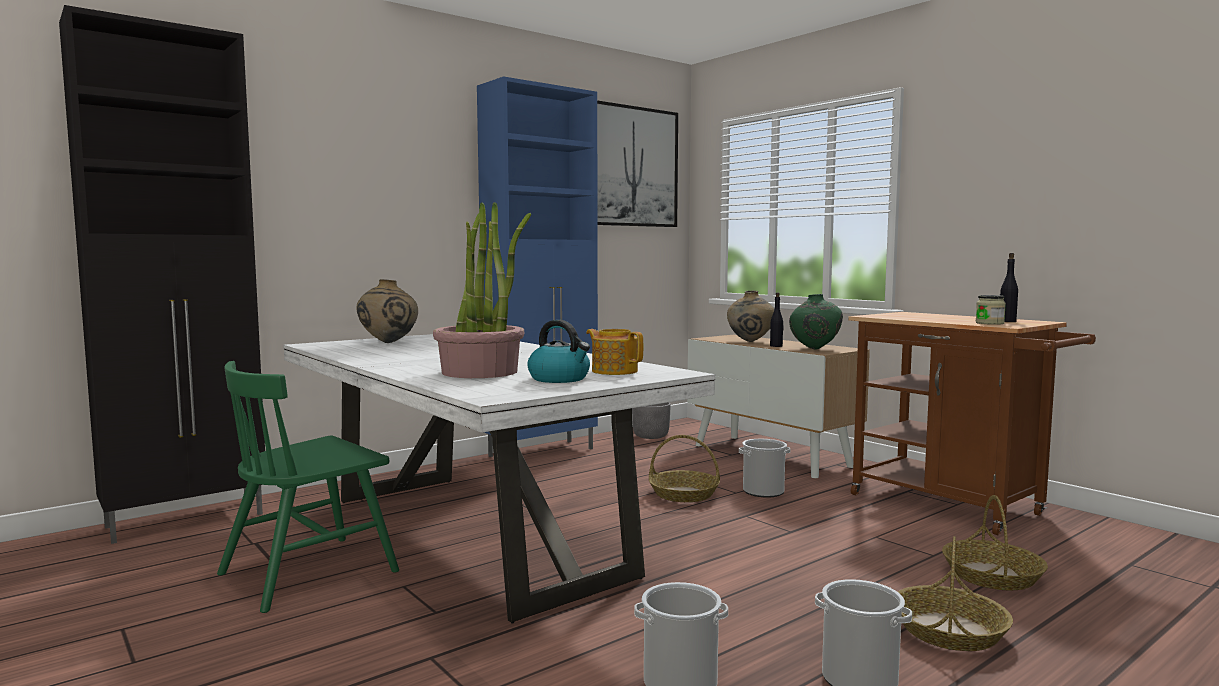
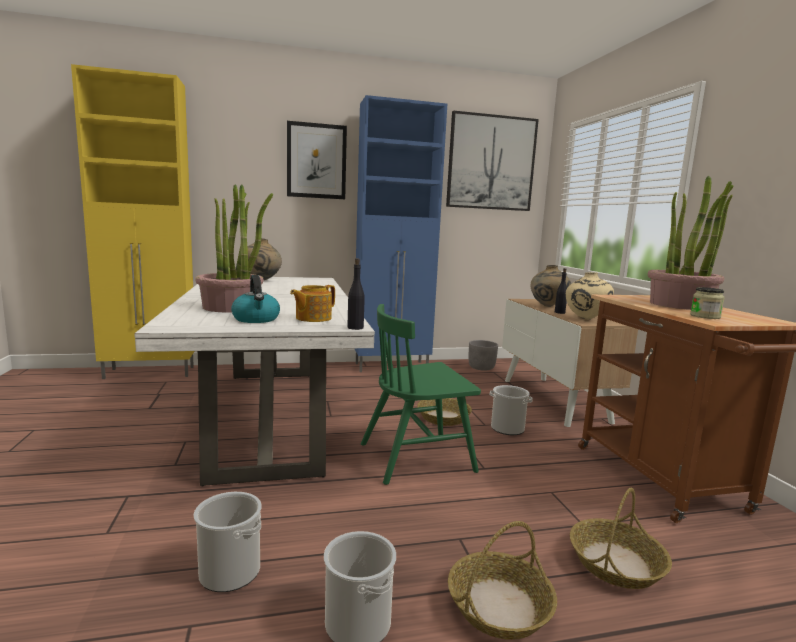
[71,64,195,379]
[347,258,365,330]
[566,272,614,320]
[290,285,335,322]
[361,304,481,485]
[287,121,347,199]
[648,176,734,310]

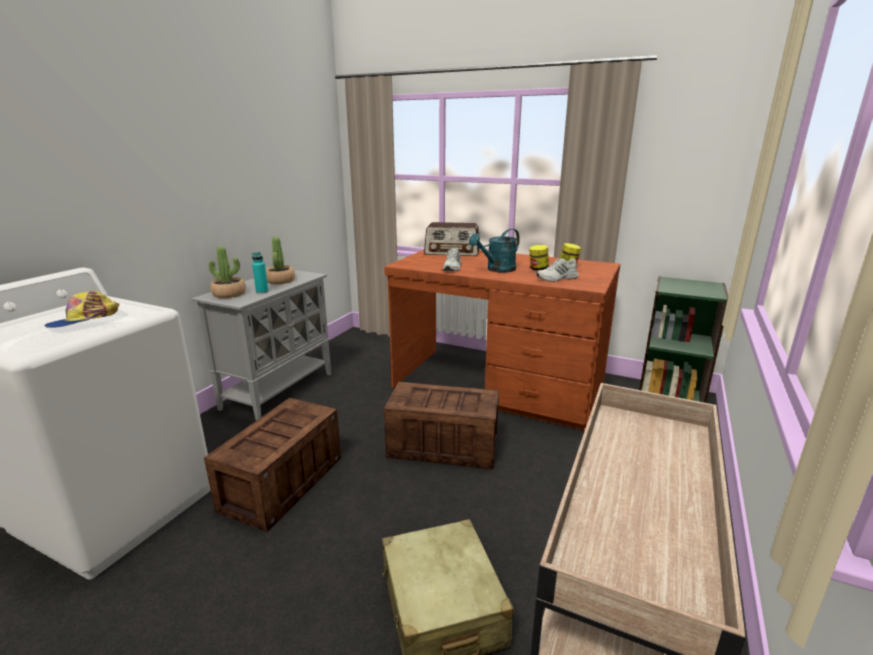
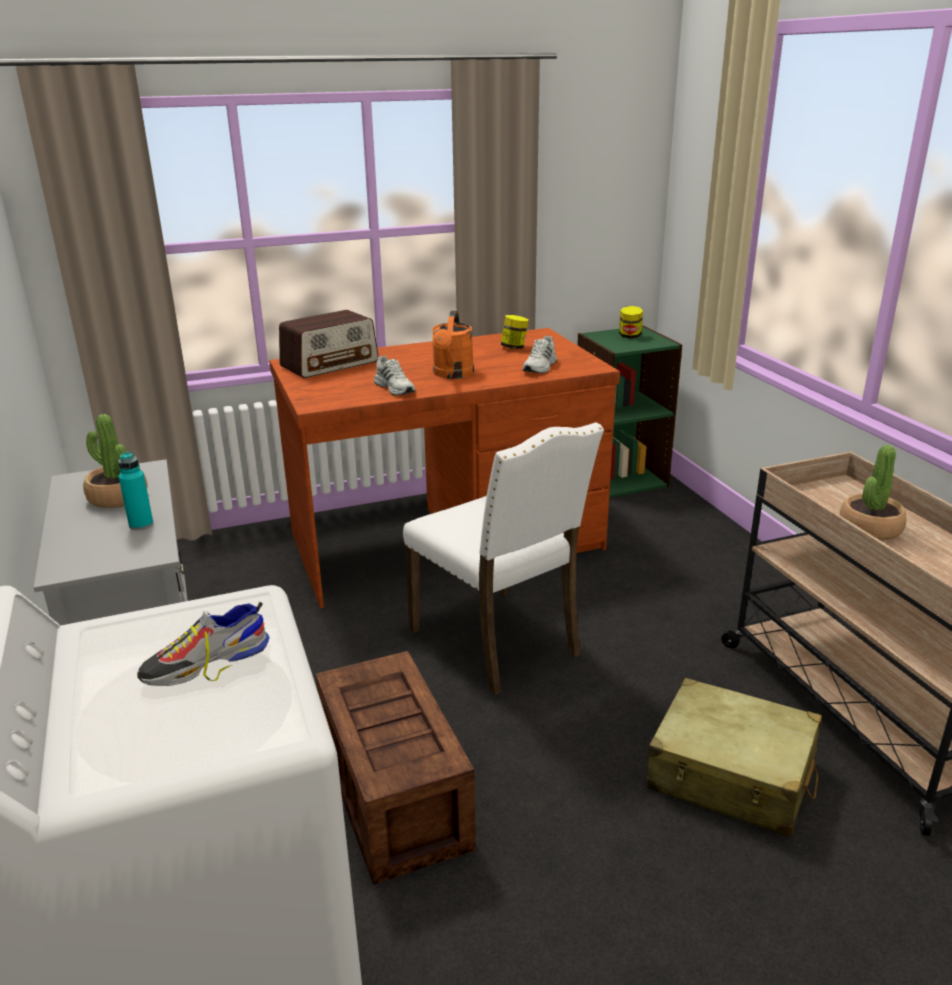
[432,311,474,379]
[619,306,643,338]
[840,445,907,541]
[137,602,270,686]
[403,422,604,695]

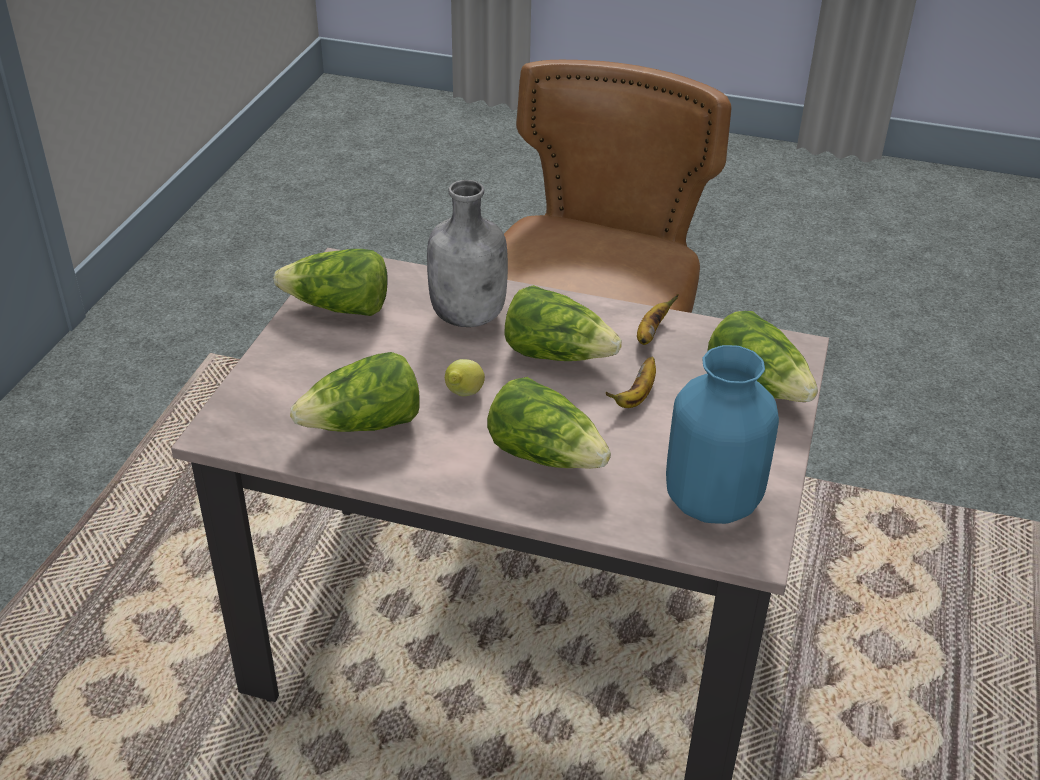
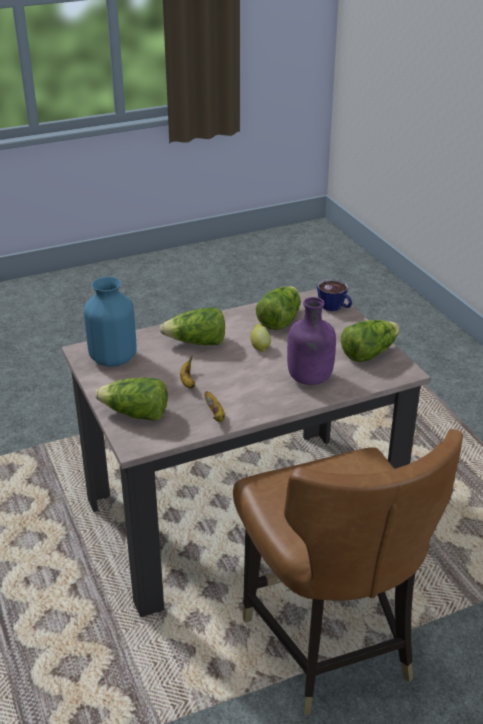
[287,297,336,385]
[505,285,622,361] (first image)
[317,278,352,311]

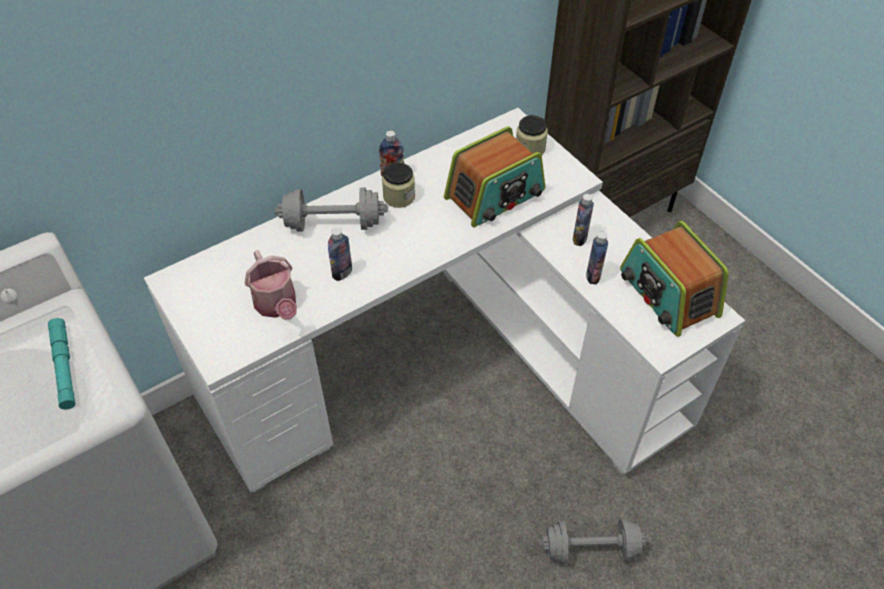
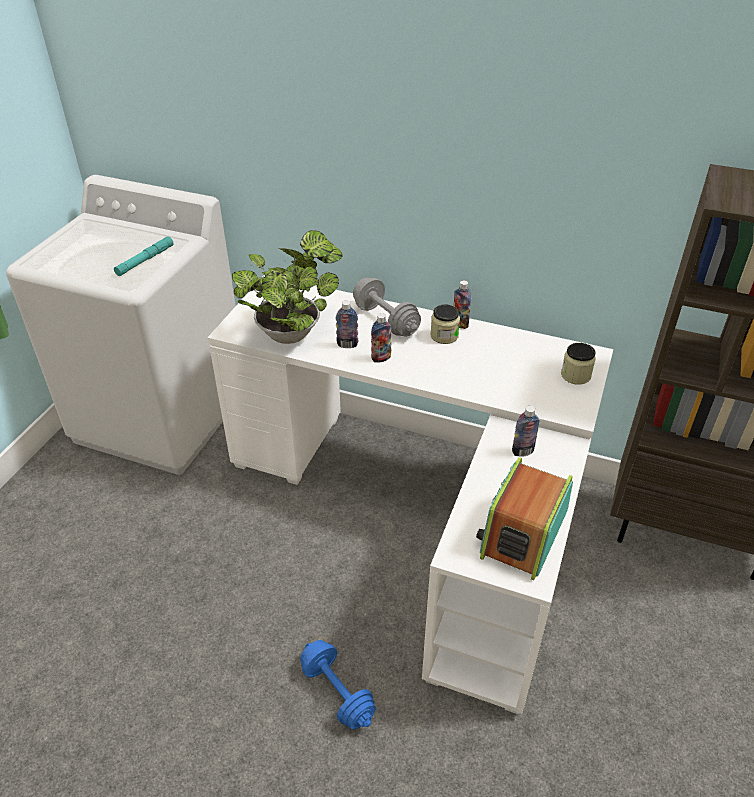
[444,126,545,227] (first image)
[371,313,392,363]
[232,230,343,344]
[300,640,376,730]

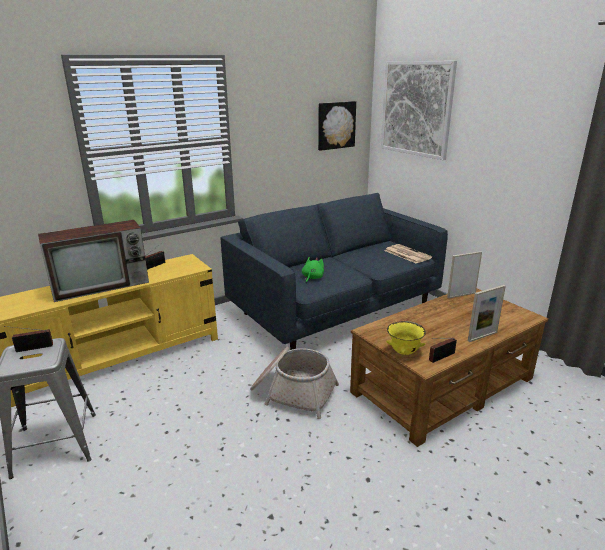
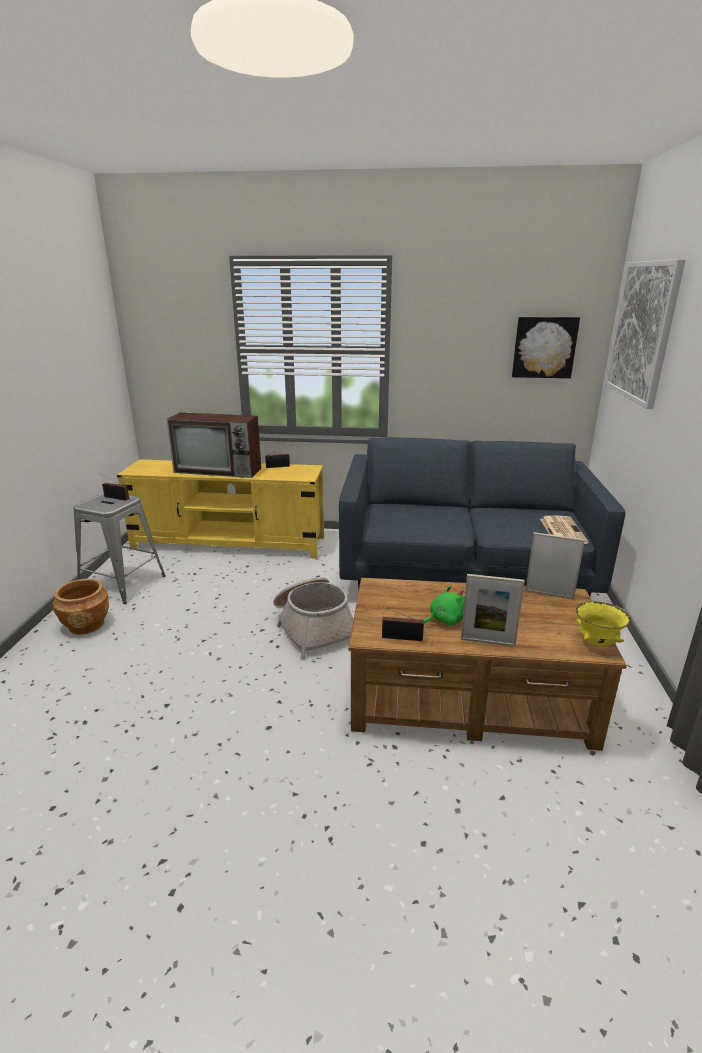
[424,585,465,626]
[576,601,631,647]
[53,579,109,635]

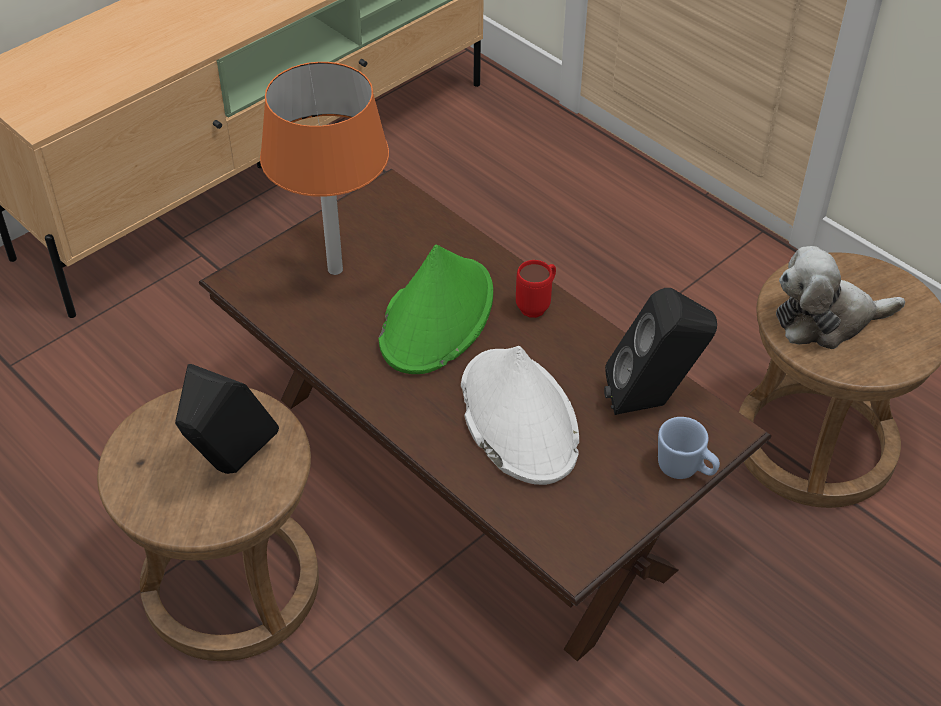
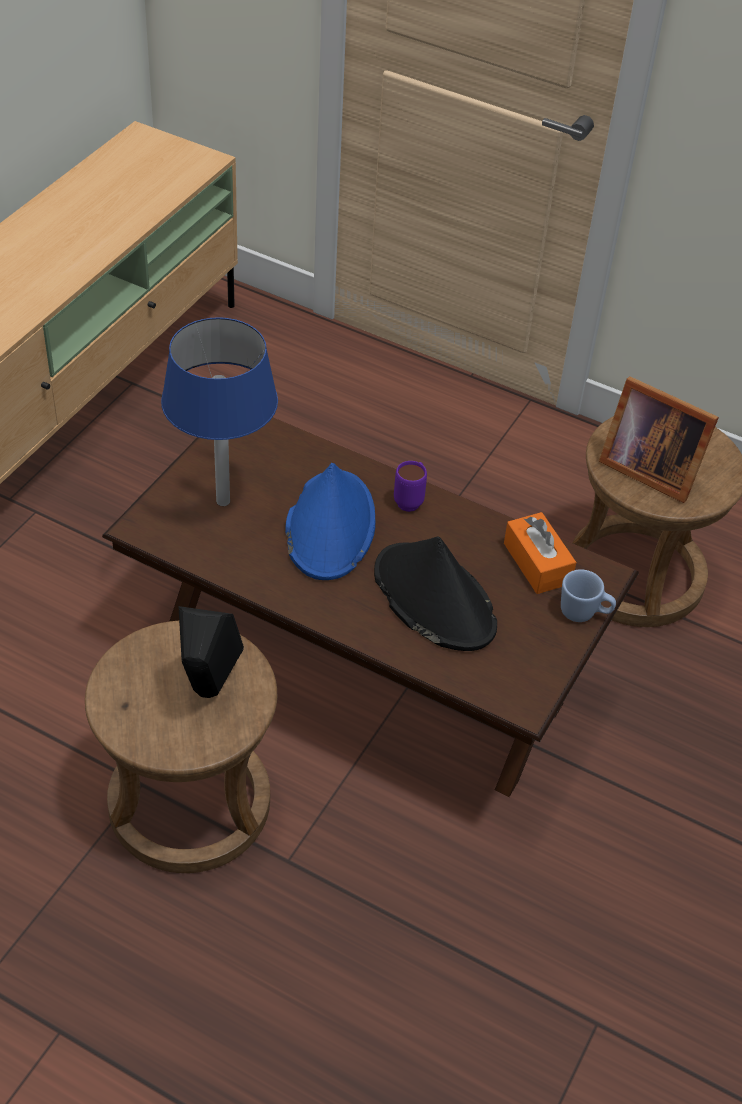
[161,317,278,506]
[285,463,375,580]
[599,376,719,503]
[394,461,427,512]
[504,512,576,594]
[374,536,497,651]

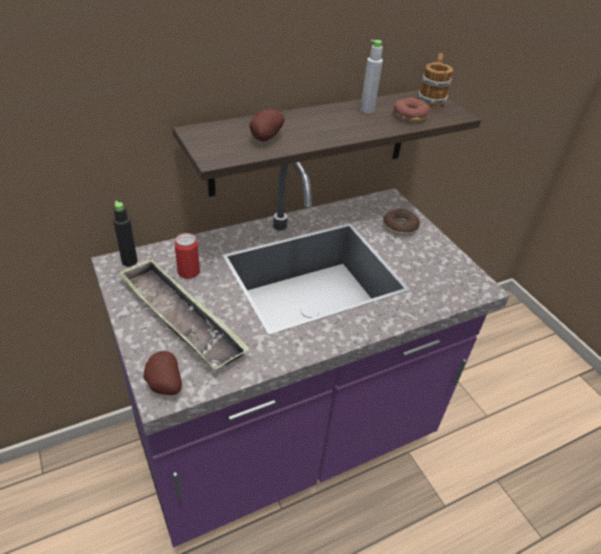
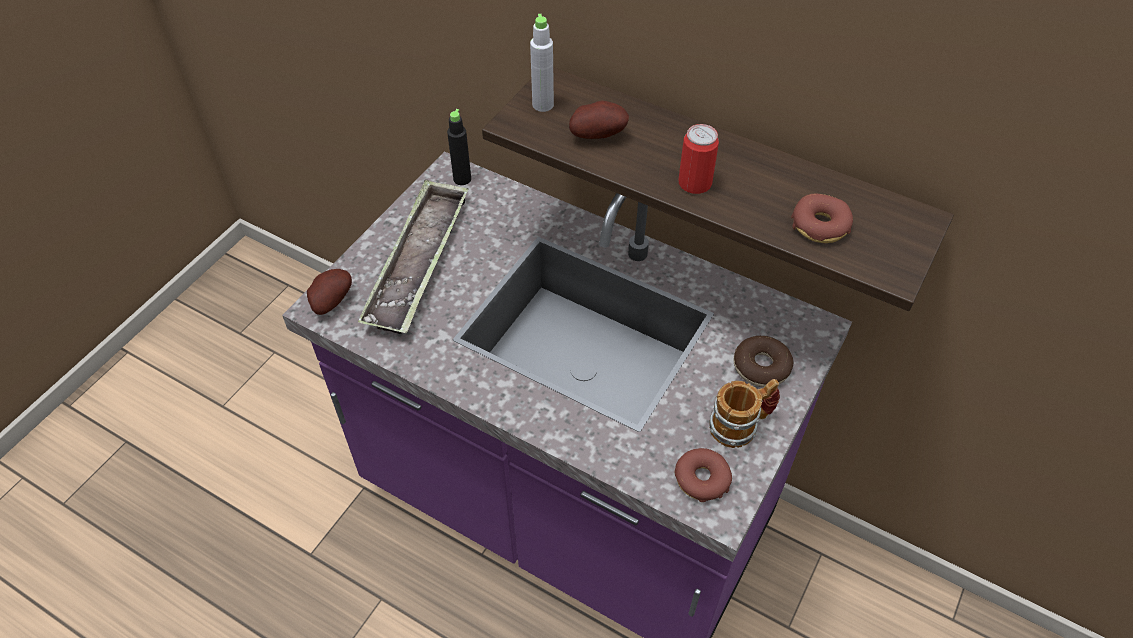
[530,14,554,112]
[710,379,780,448]
[678,124,719,194]
[675,448,732,502]

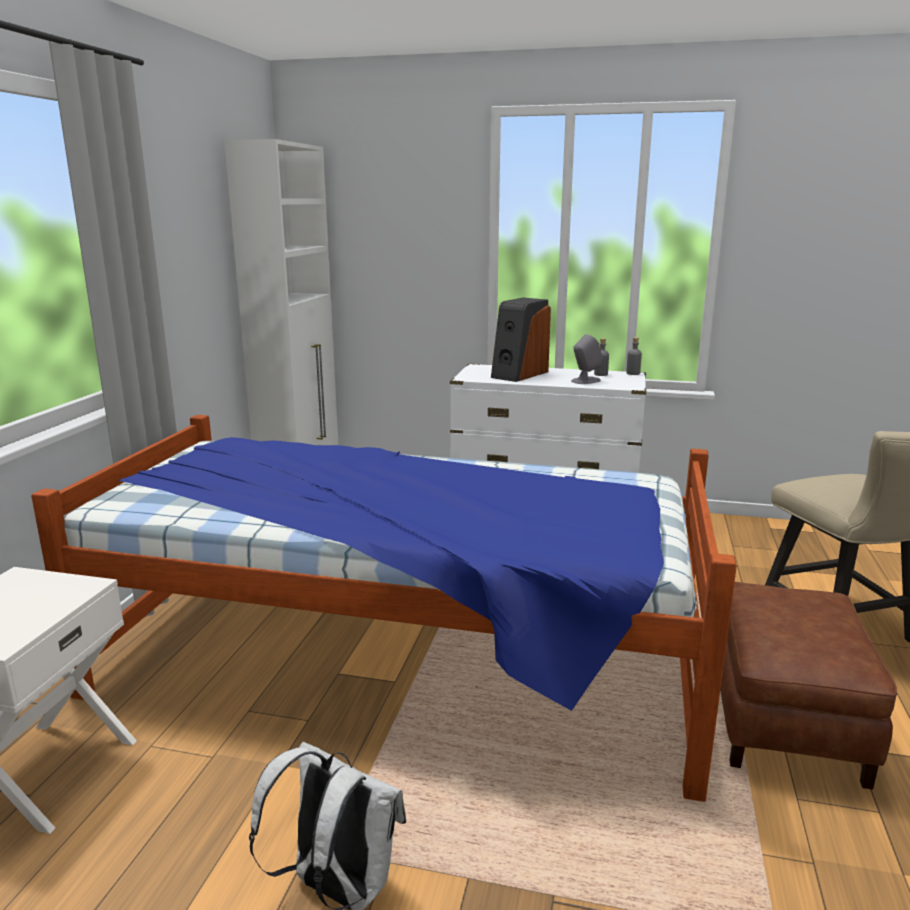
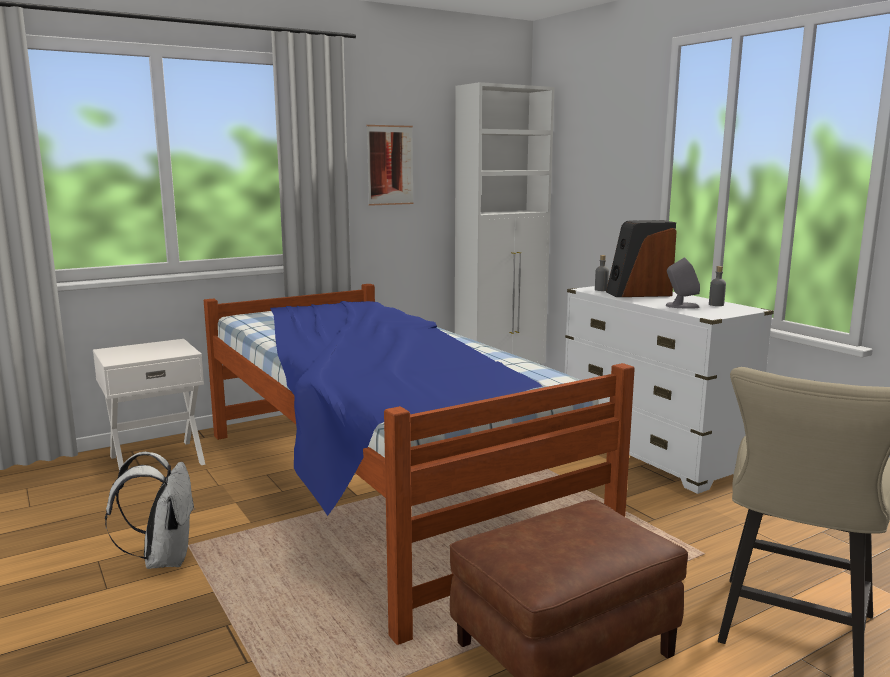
[595,255,609,291]
[367,125,414,206]

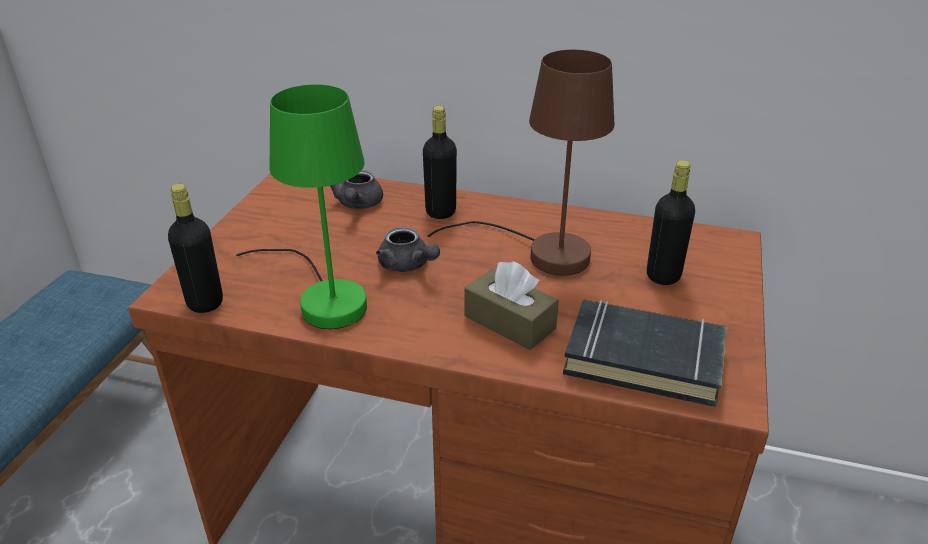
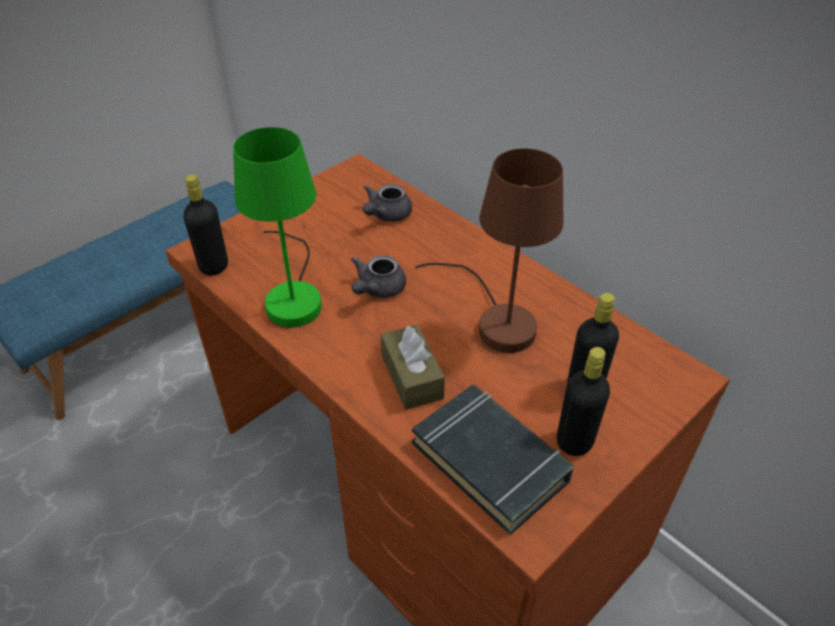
[557,347,610,456]
[351,255,406,298]

